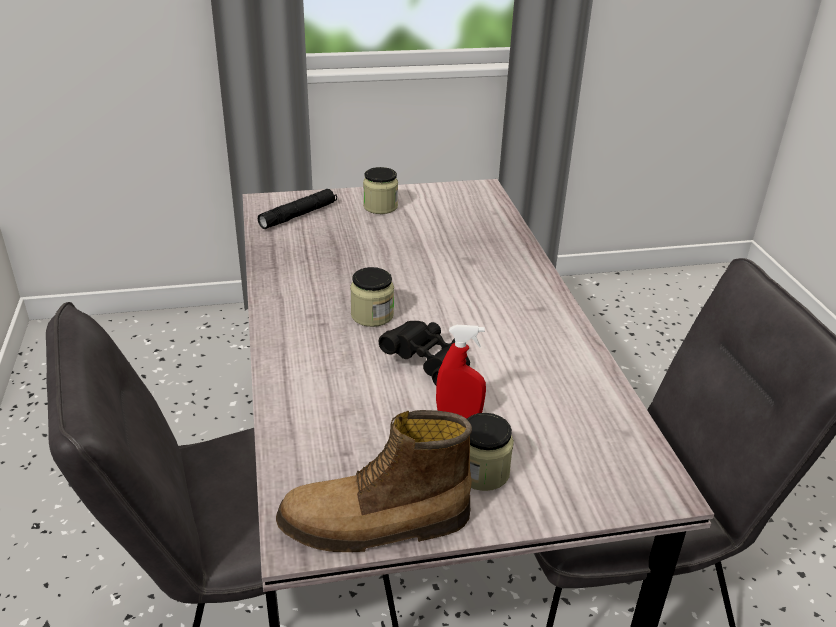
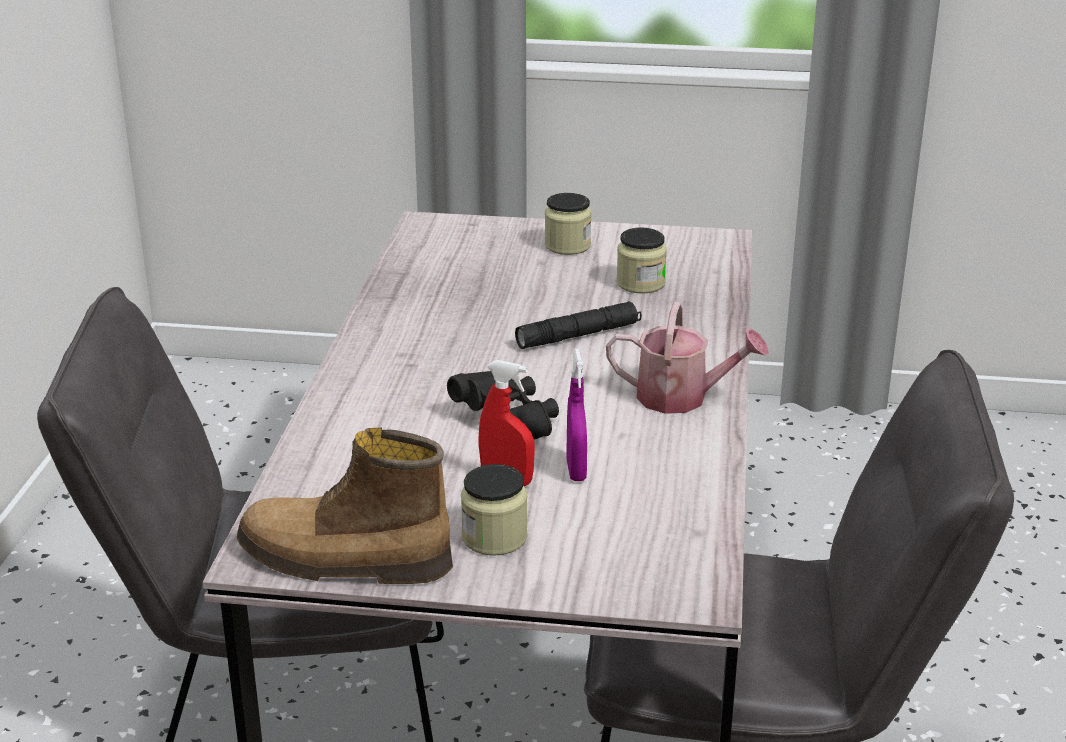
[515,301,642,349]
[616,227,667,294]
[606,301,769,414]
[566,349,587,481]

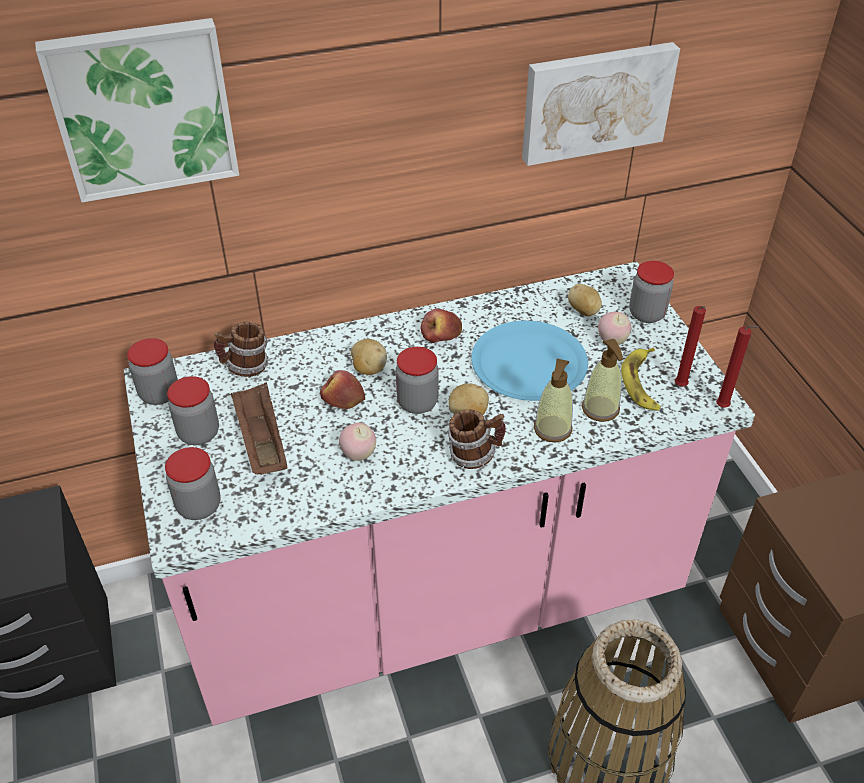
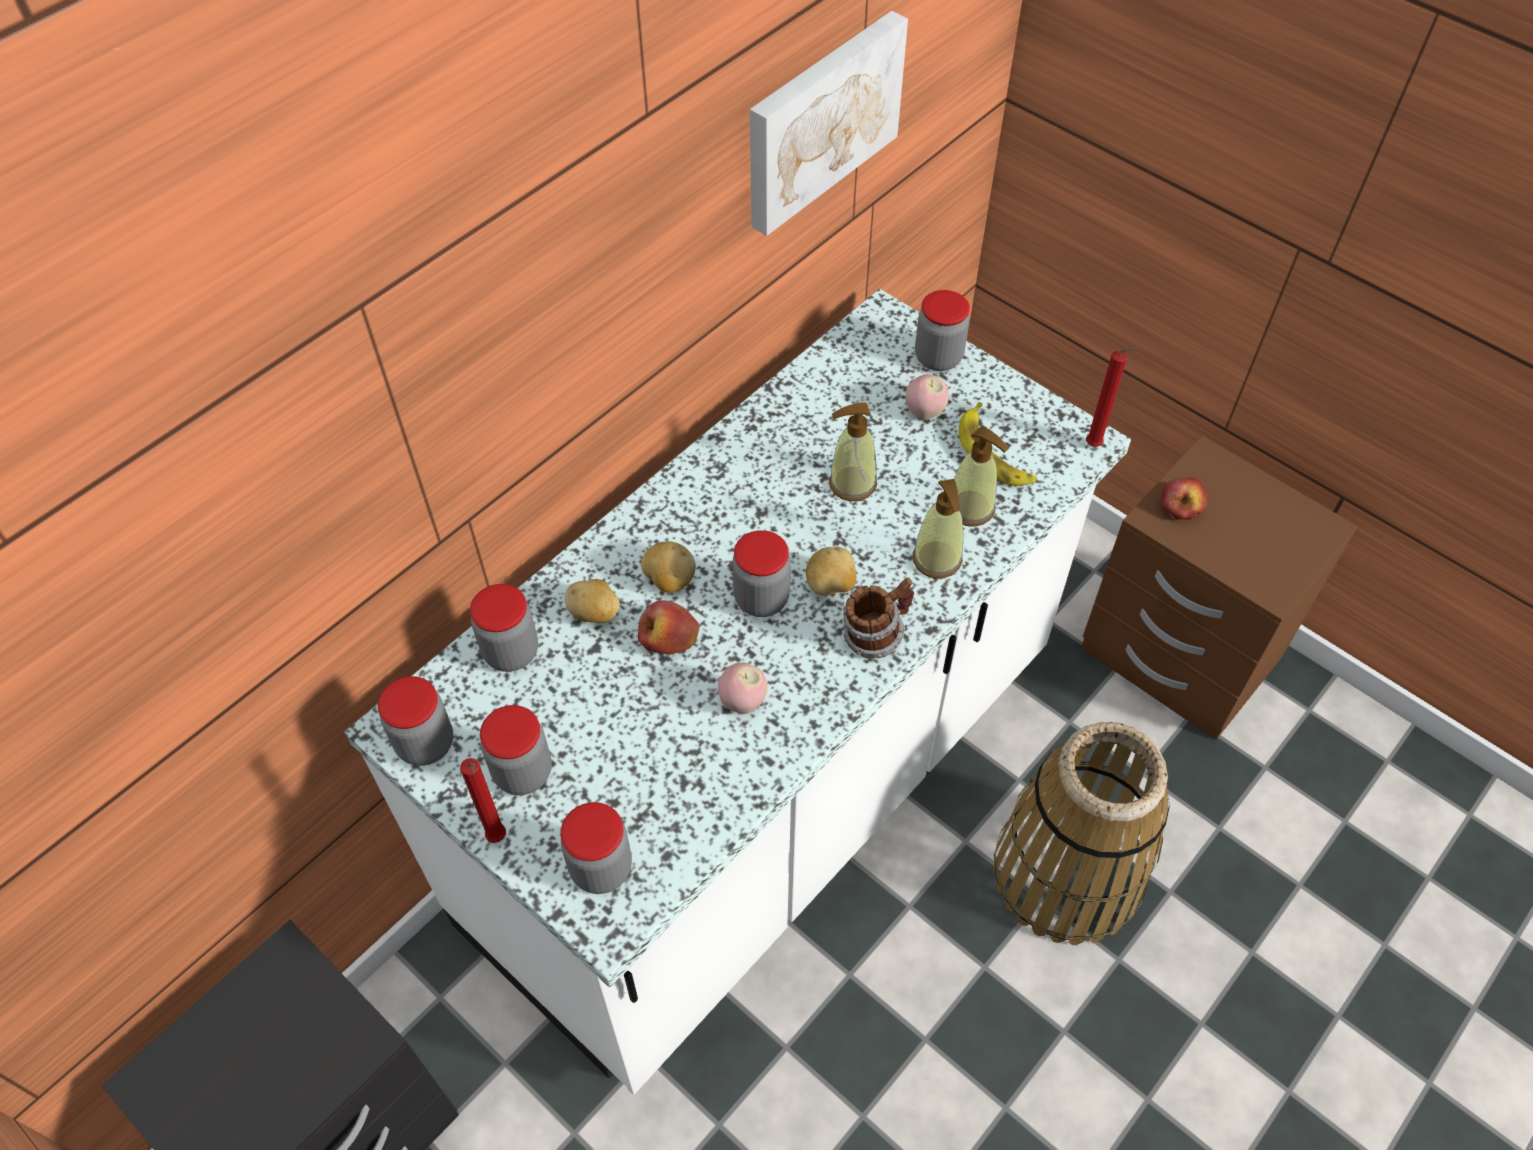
[35,18,239,202] (first image)
[345,289,1131,1095]
[564,579,620,623]
[460,758,506,843]
[1160,477,1208,520]
[470,584,538,672]
[829,403,877,501]
[231,383,288,475] (first image)

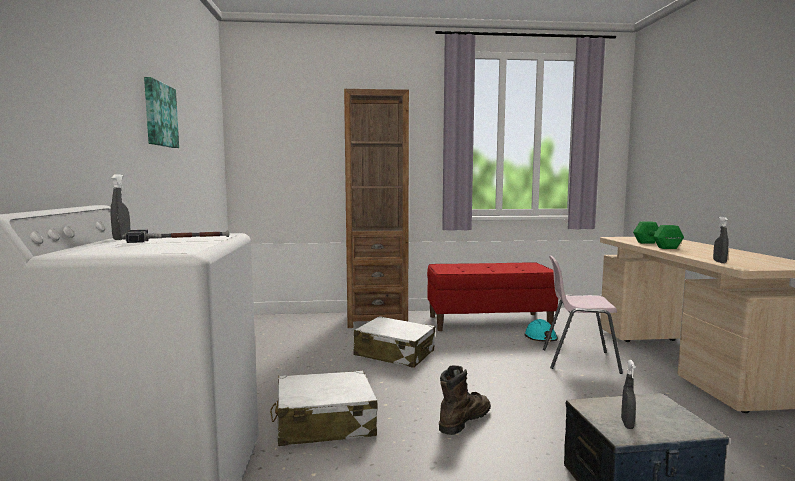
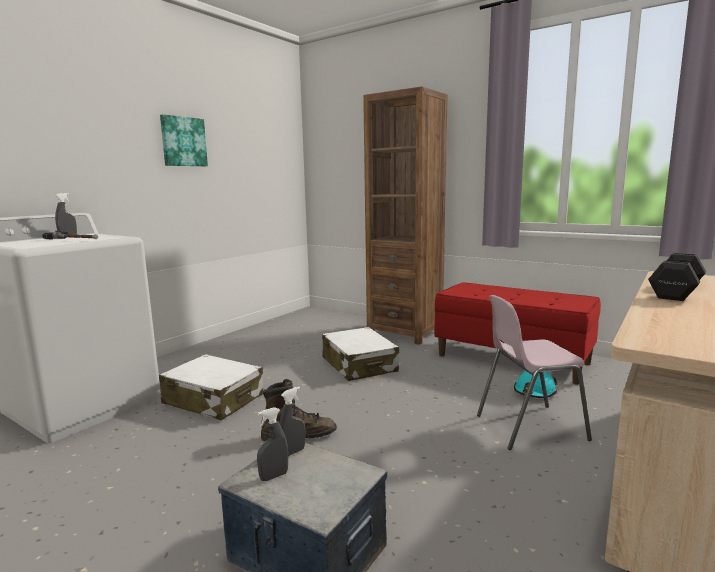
[279,387,305,456]
[648,253,706,301]
[477,295,592,450]

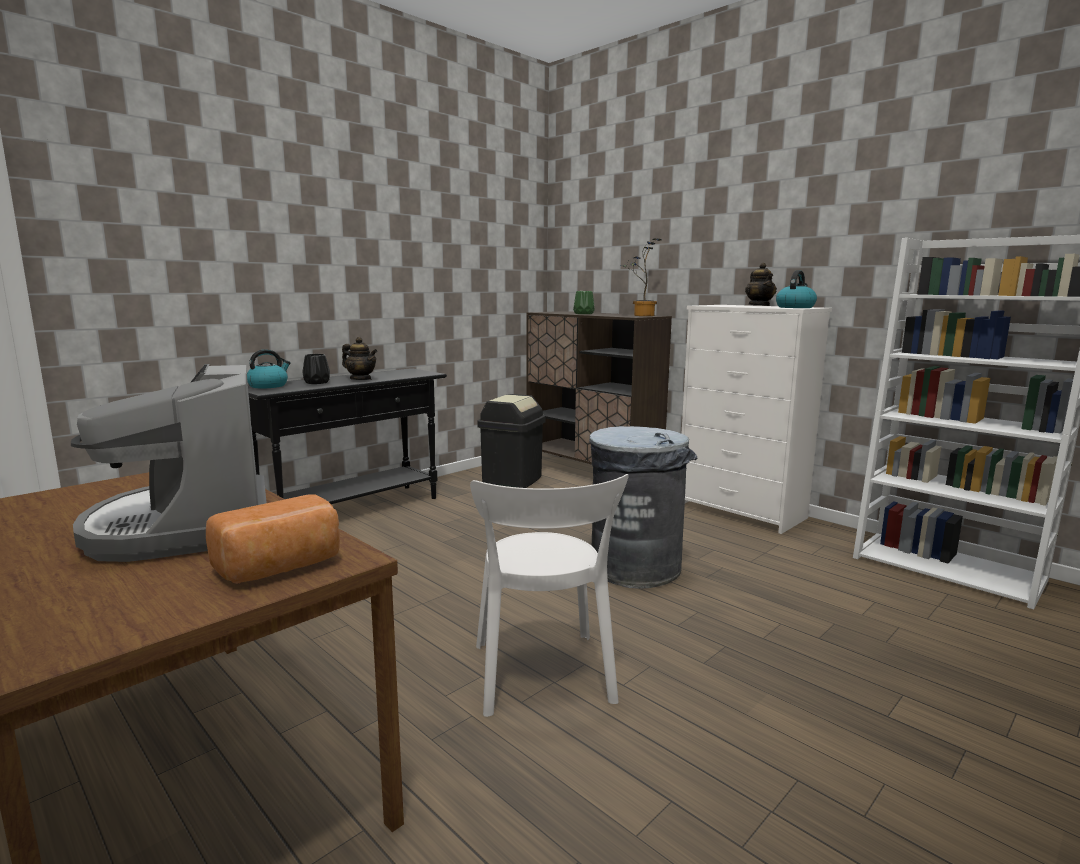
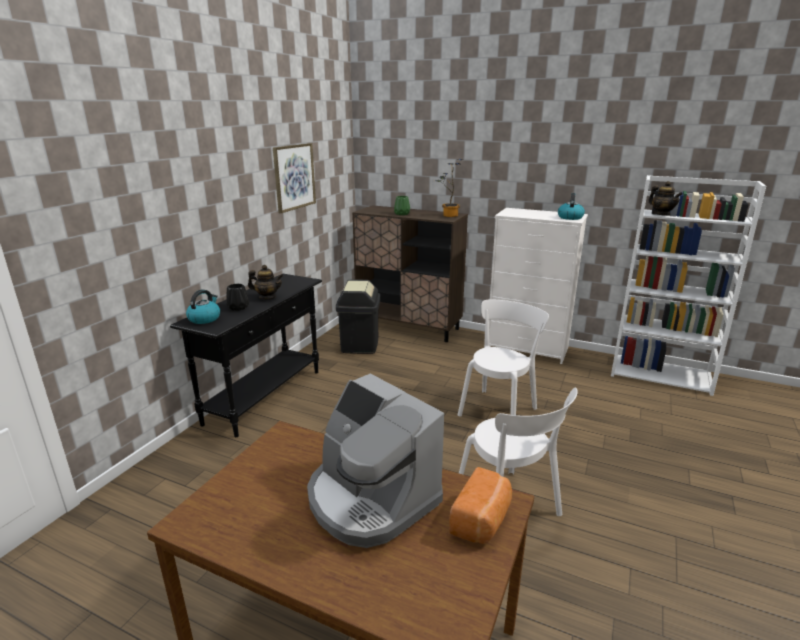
[648,181,682,216]
[458,300,549,416]
[273,143,316,213]

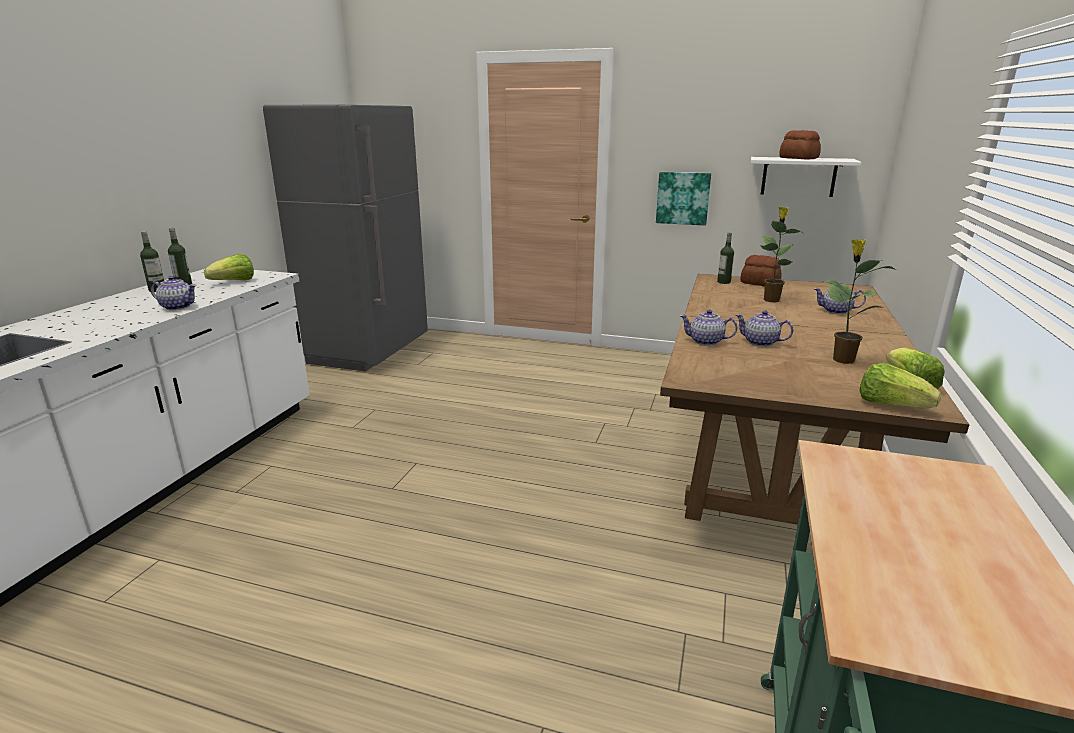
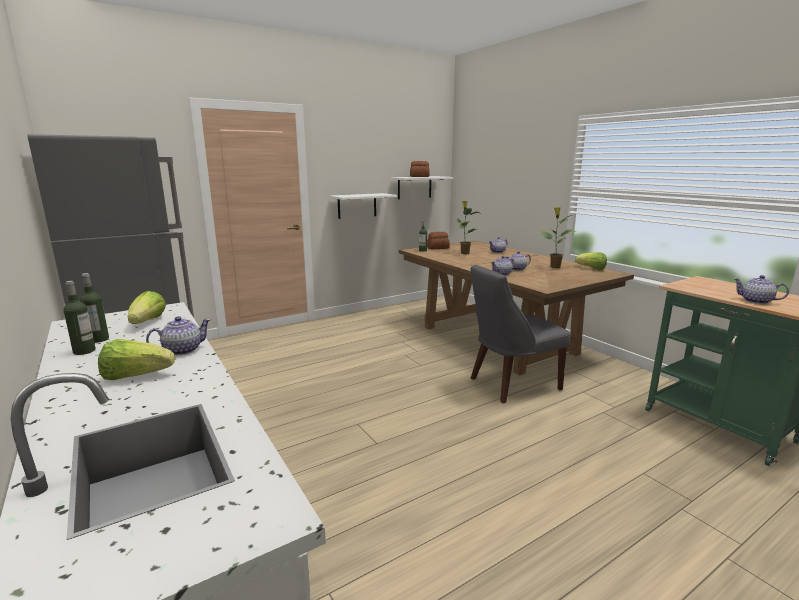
[329,193,397,219]
[98,339,175,380]
[470,265,570,403]
[733,275,789,304]

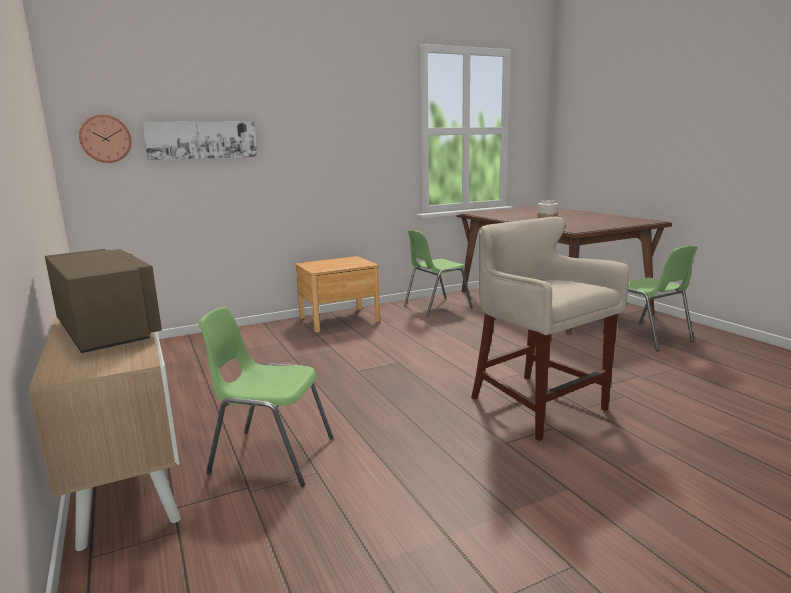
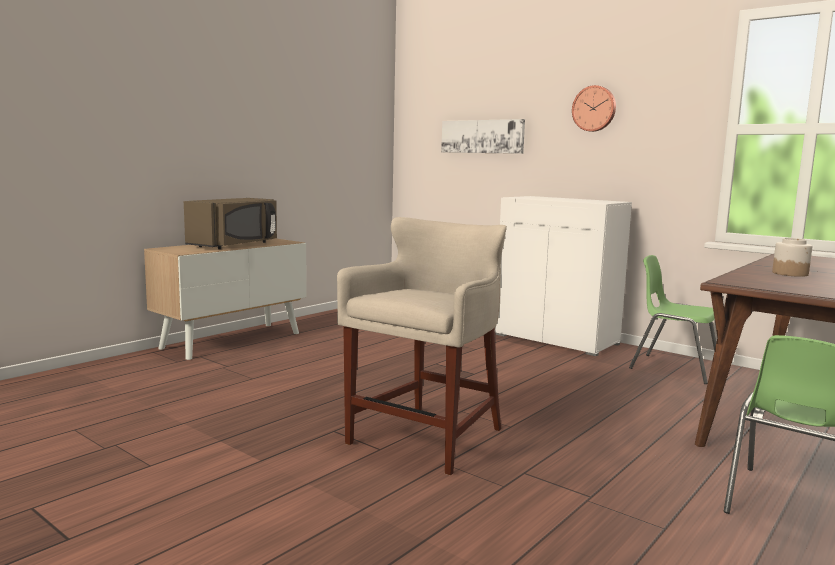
[572,85,616,132]
[495,196,632,356]
[198,307,333,486] (first image)

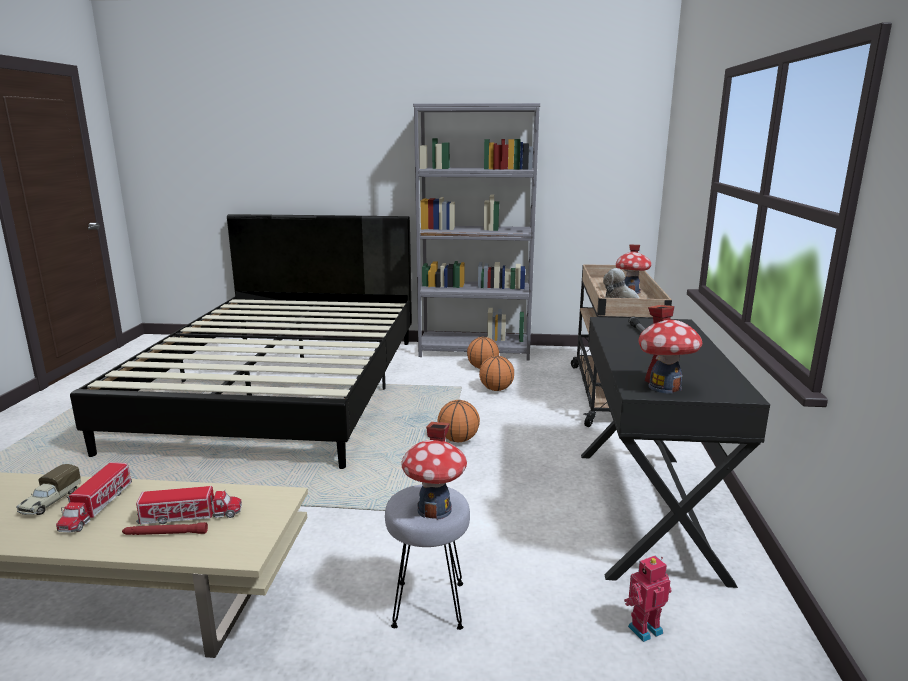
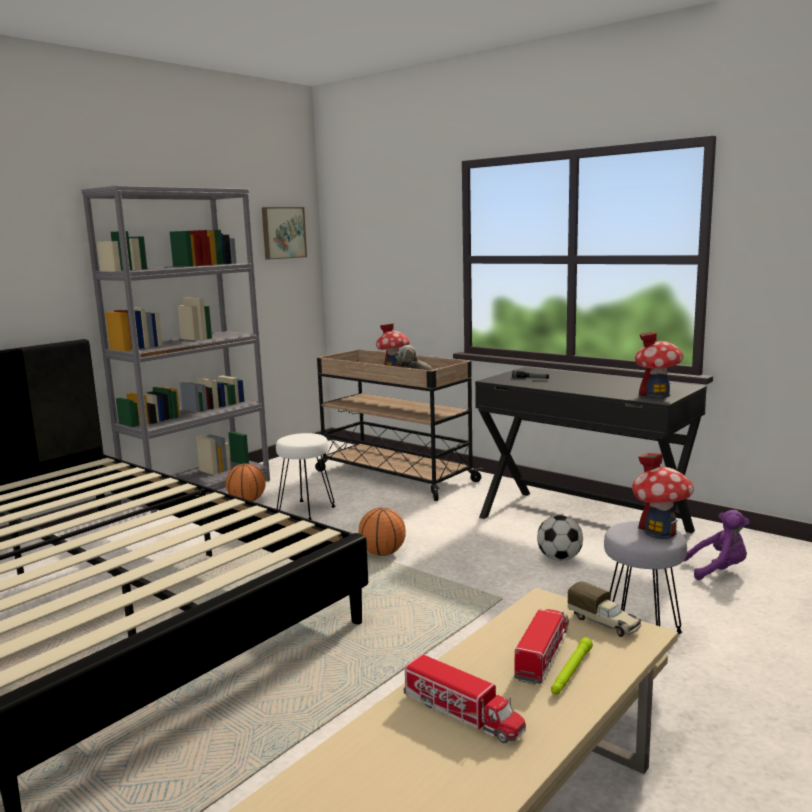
[276,433,335,520]
[568,581,642,637]
[551,637,593,695]
[684,510,750,580]
[262,207,307,260]
[537,515,583,561]

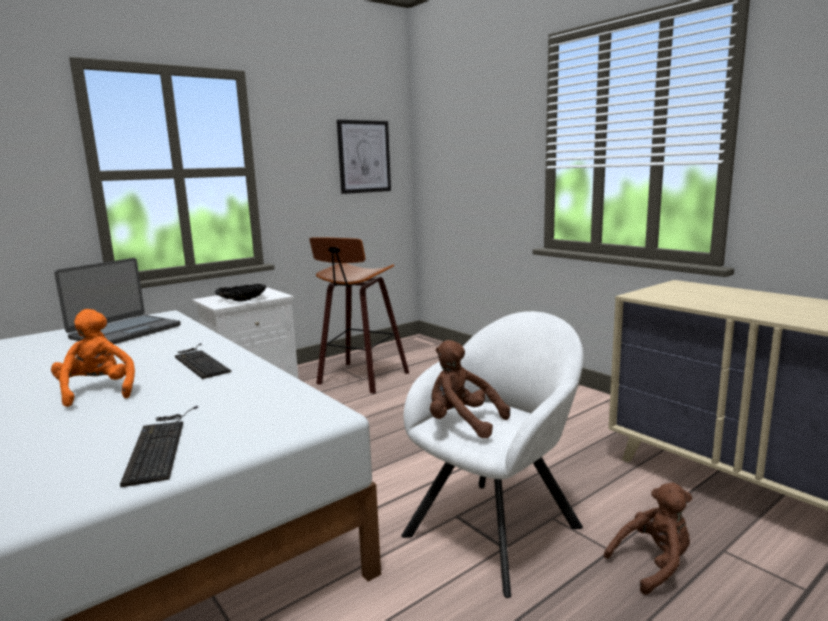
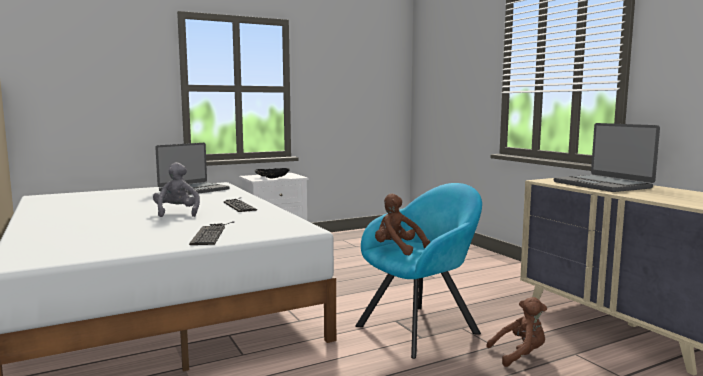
[337,120,391,194] (first image)
[309,237,409,394] (first image)
[153,162,200,217]
[355,183,482,359]
[554,123,660,192]

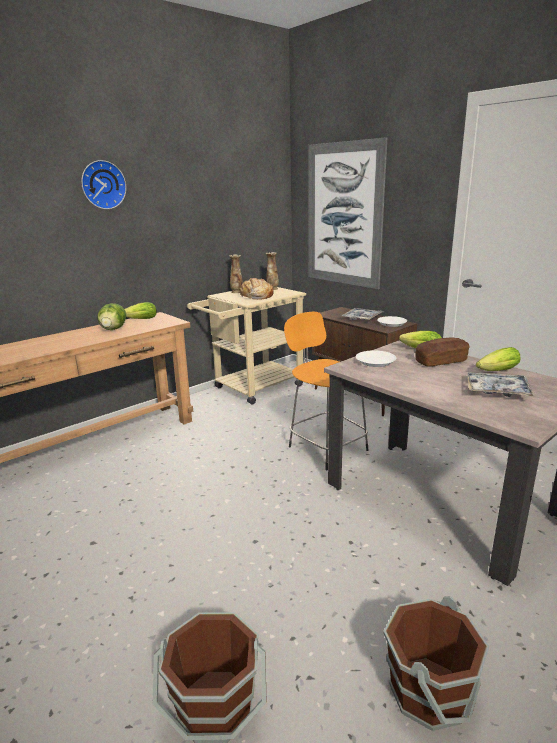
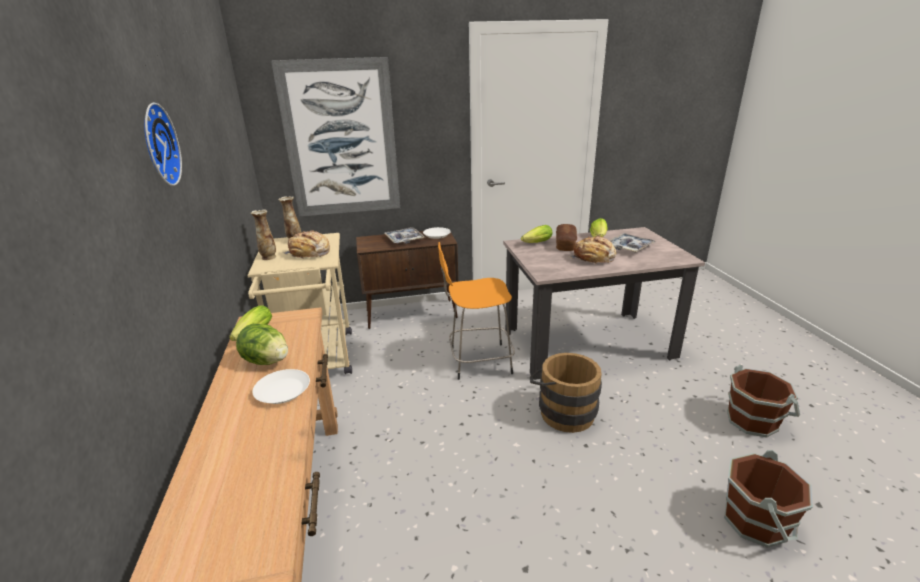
[252,369,310,404]
[569,235,616,264]
[530,353,602,433]

